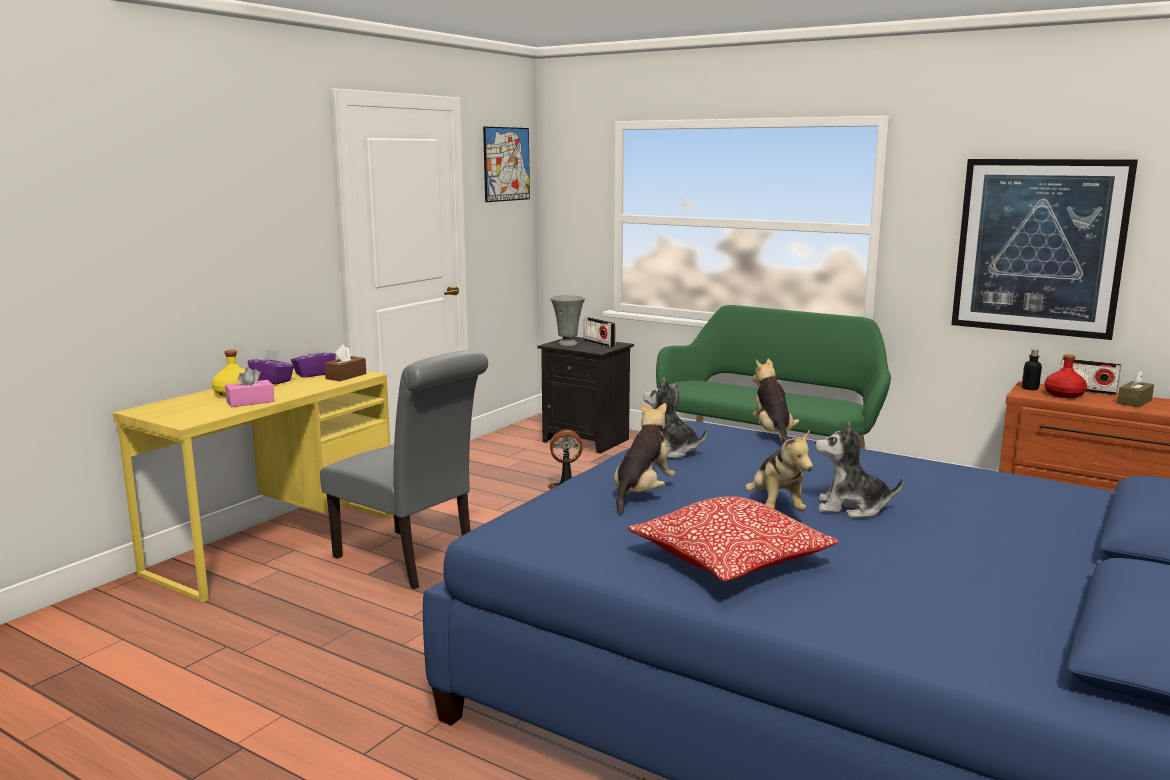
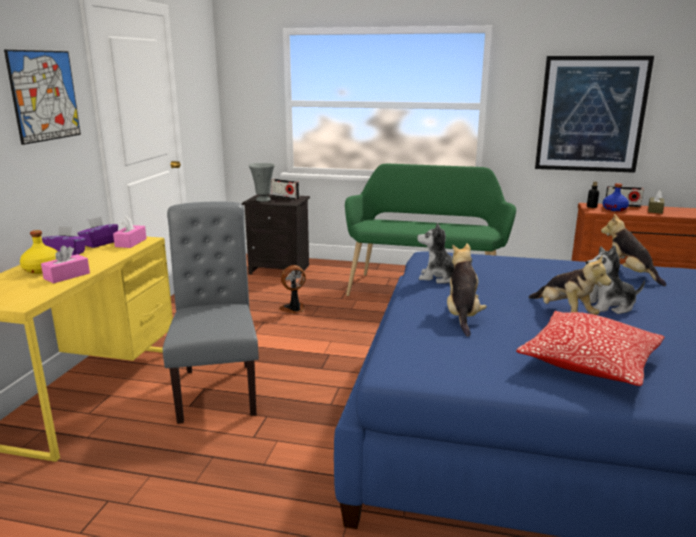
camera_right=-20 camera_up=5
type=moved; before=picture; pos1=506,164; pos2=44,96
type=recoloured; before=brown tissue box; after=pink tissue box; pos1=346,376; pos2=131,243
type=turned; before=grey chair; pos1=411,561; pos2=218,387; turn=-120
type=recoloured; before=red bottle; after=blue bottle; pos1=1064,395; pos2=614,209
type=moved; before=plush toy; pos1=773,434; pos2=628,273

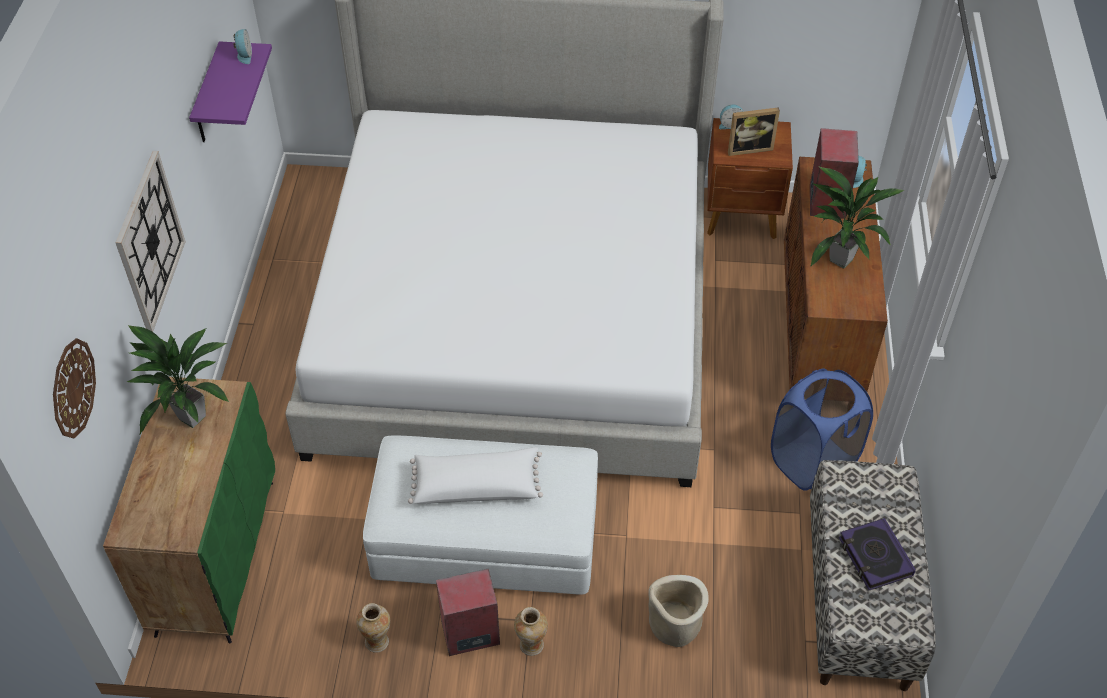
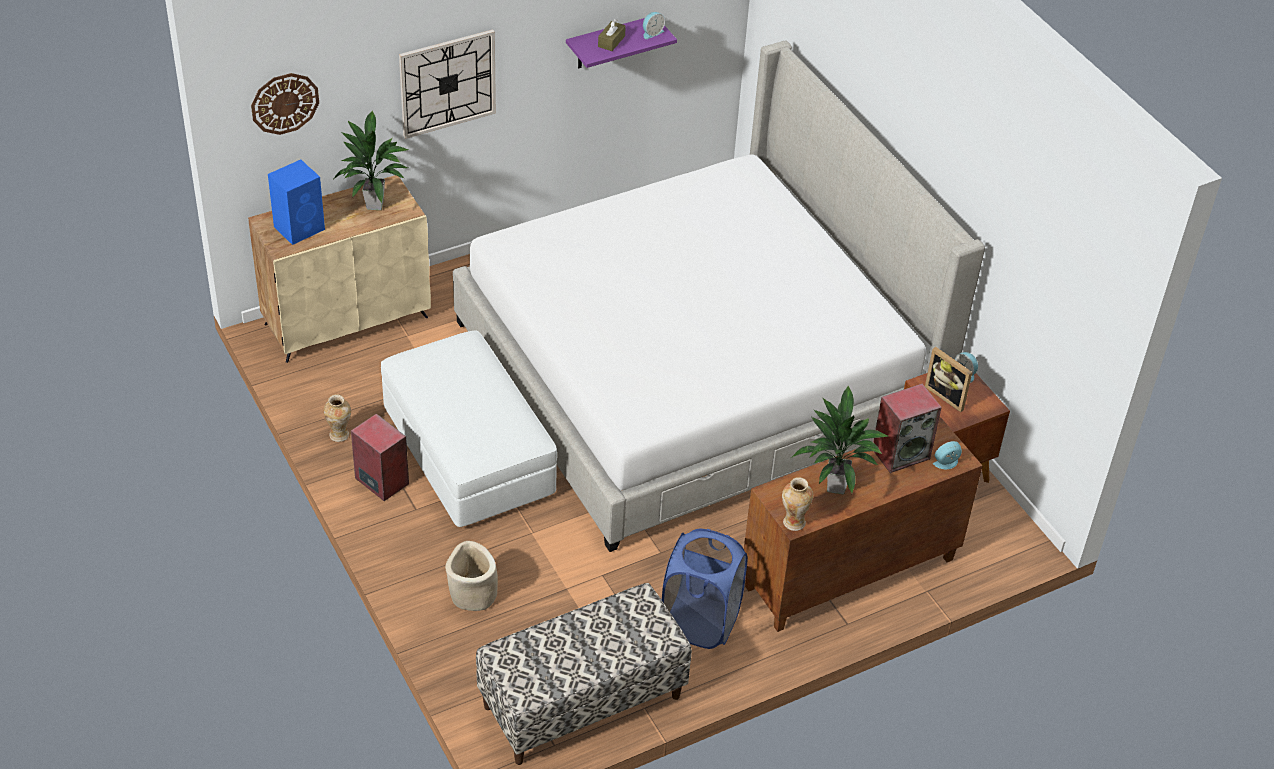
camera_right=55 camera_up=-5
type=recoloured; before=green cabinet; after=beige cabinet; pos1=215,555; pos2=347,320
type=removed; before=white pillow; pos1=476,485
type=removed; before=book; pos1=875,557
type=moved; before=vase; pos1=531,645; pos2=793,522
type=added; after=brown tissue box; pos2=611,41
type=added; after=blue speaker; pos2=300,227

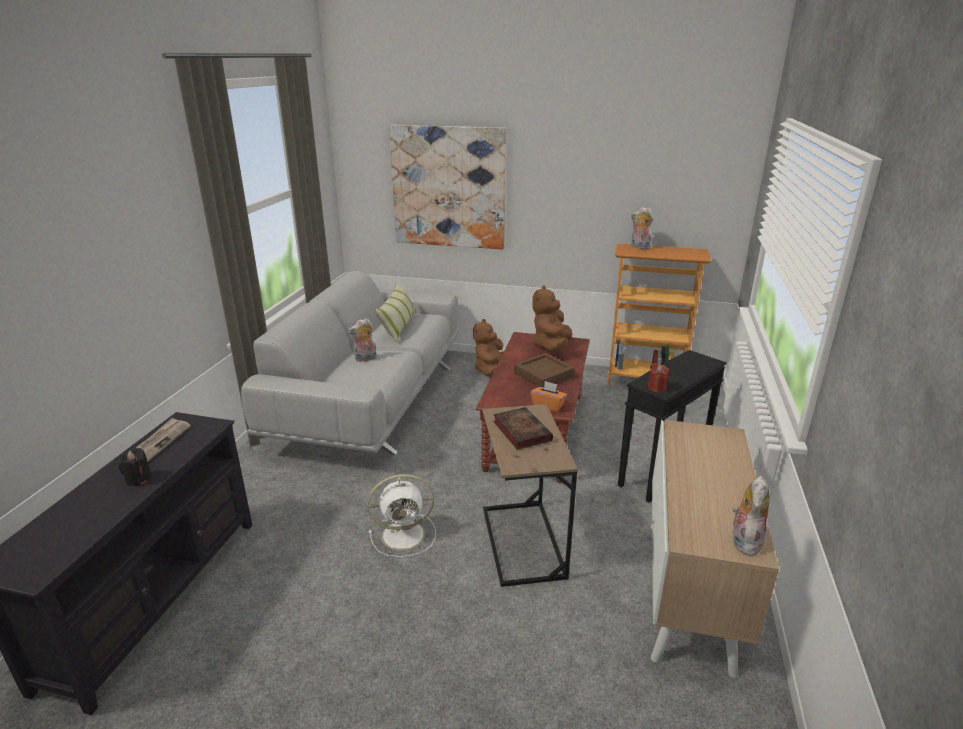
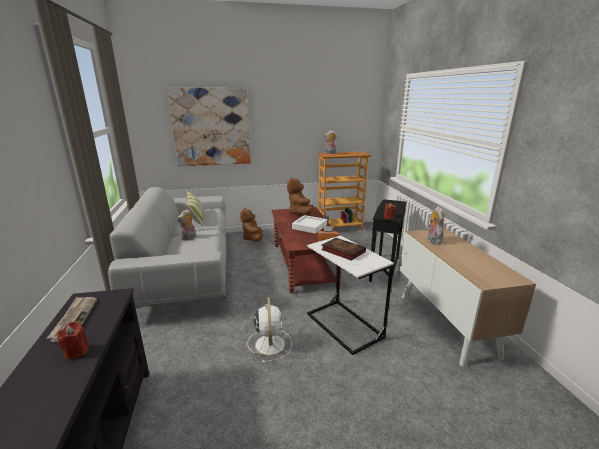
camera_right=-25 camera_up=-5
type=recoloured; before=brown tray; after=white tray; pos1=543,375; pos2=309,227
type=recoloured; before=brown side table; after=white side table; pos1=523,542; pos2=344,325
type=recoloured; before=black candle; after=red candle; pos1=138,479; pos2=76,351
type=turned; before=white fan; pos1=405,535; pos2=270,343; turn=-60
type=moved; before=plush toy; pos1=744,540; pos2=433,240

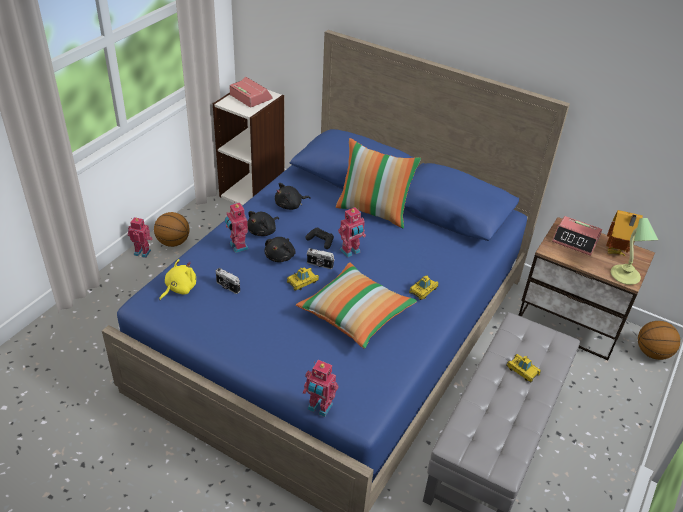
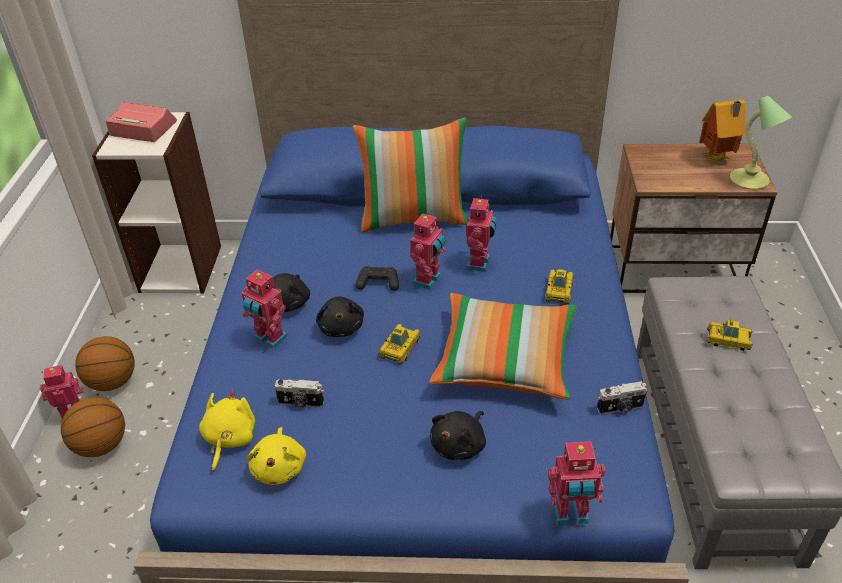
camera_right=-25 camera_up=0
type=moved; before=black plush toy; pos1=290,205; pos2=460,445
type=removed; before=alarm clock; pos1=575,240
type=moved; before=photo camera; pos1=319,265; pos2=620,408
type=moved; before=basketball; pos1=652,353; pos2=102,445
type=added; after=toy robot; pos2=480,263
type=added; after=yellow plush toy; pos2=279,467

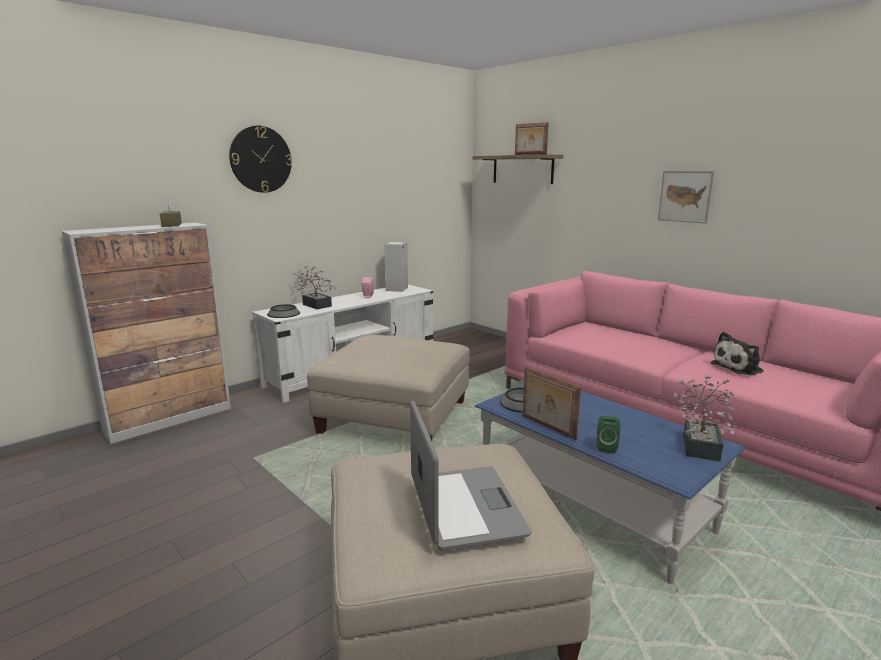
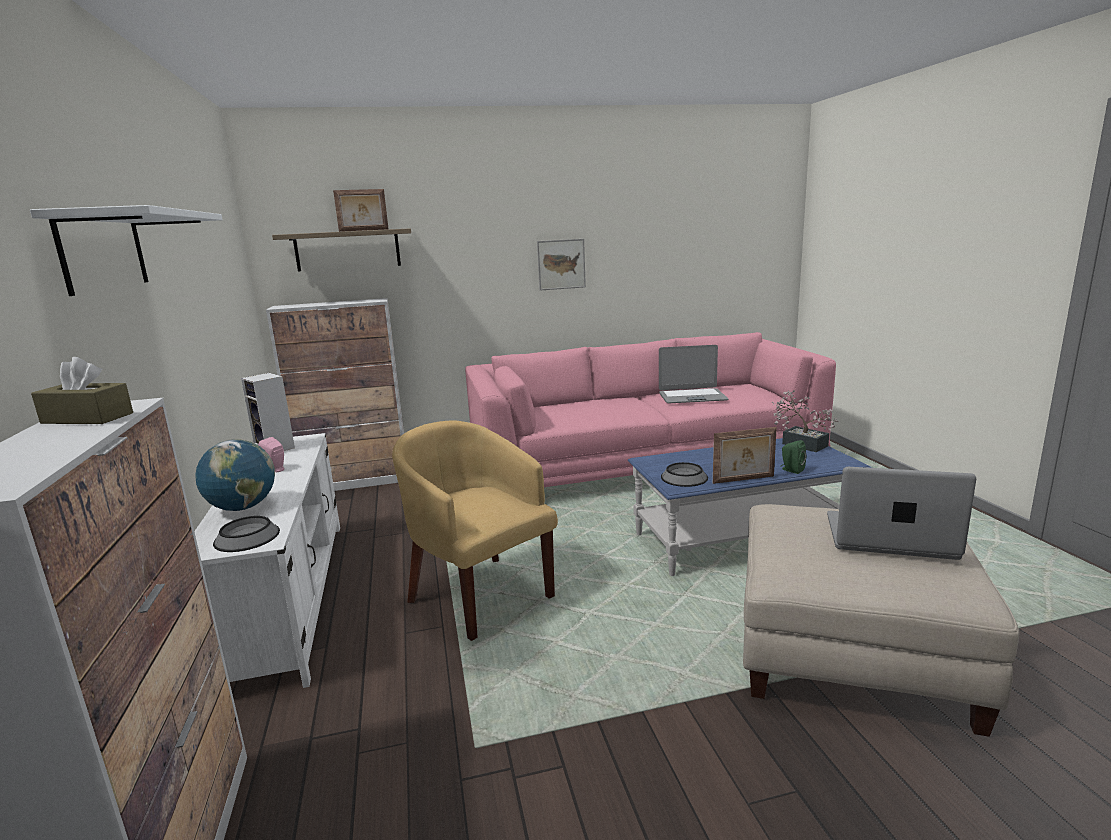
camera_right=-60 camera_up=0
type=replaced; before=wall clock; after=white shelf; pos1=260,159; pos2=103,251
type=replaced; before=potted plant; after=globe; pos1=315,304; pos2=242,508
type=replaced; before=plush toy; after=laptop; pos1=739,368; pos2=692,397
type=replaced; before=beige ottoman; after=yellow armchair; pos1=395,416; pos2=479,594
type=added; after=cabinet; pos2=356,482

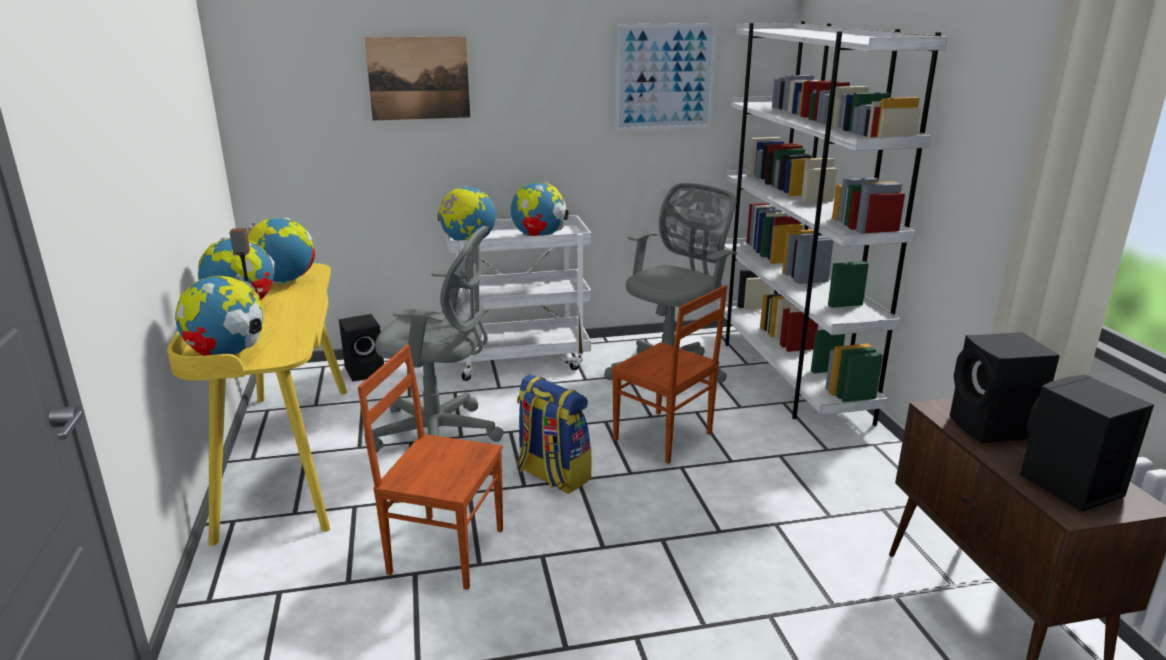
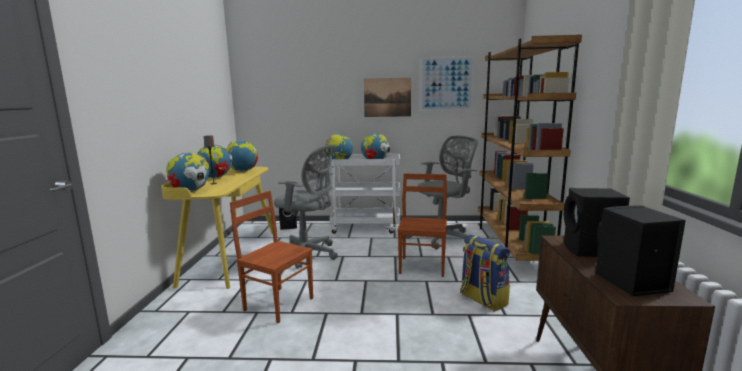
camera_right=15 camera_up=-10
type=recoloured; before=white bookcase; after=brown bookcase; pos1=788,375; pos2=510,245
type=moved; before=picture; pos1=419,78; pos2=387,97
type=turned; before=brown chair; pos1=663,437; pos2=423,266; turn=-135
type=moved; before=backpack; pos1=552,475; pos2=482,300

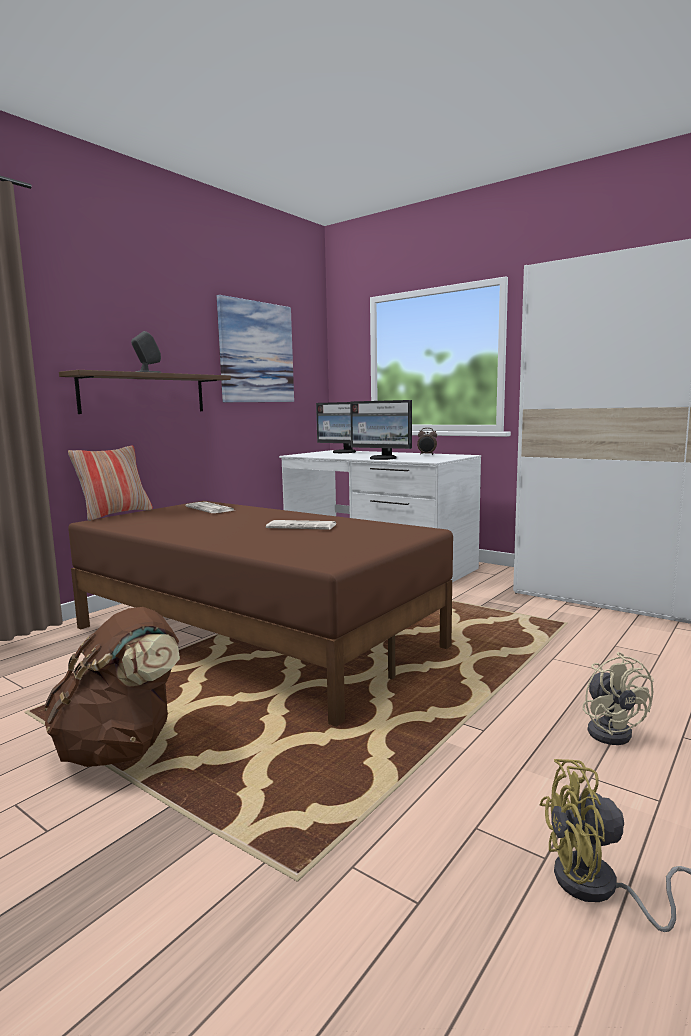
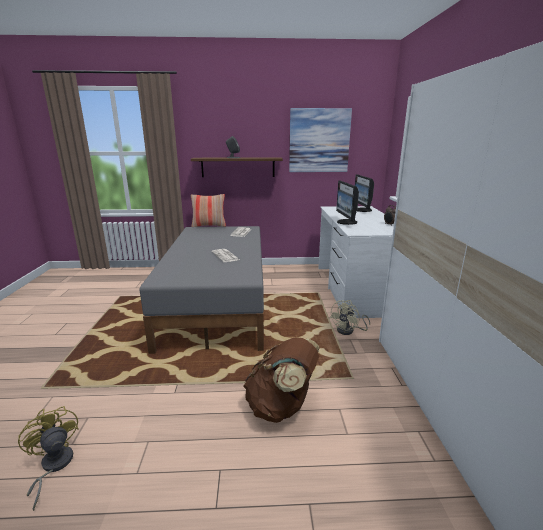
camera_right=50 camera_up=10
type=recoloured; before=brown bed; after=grey bed; pos1=254,636; pos2=218,301
type=moved; before=brown backpack; pos1=122,748; pos2=281,406
type=moved; before=beige fan; pos1=611,730; pos2=349,331

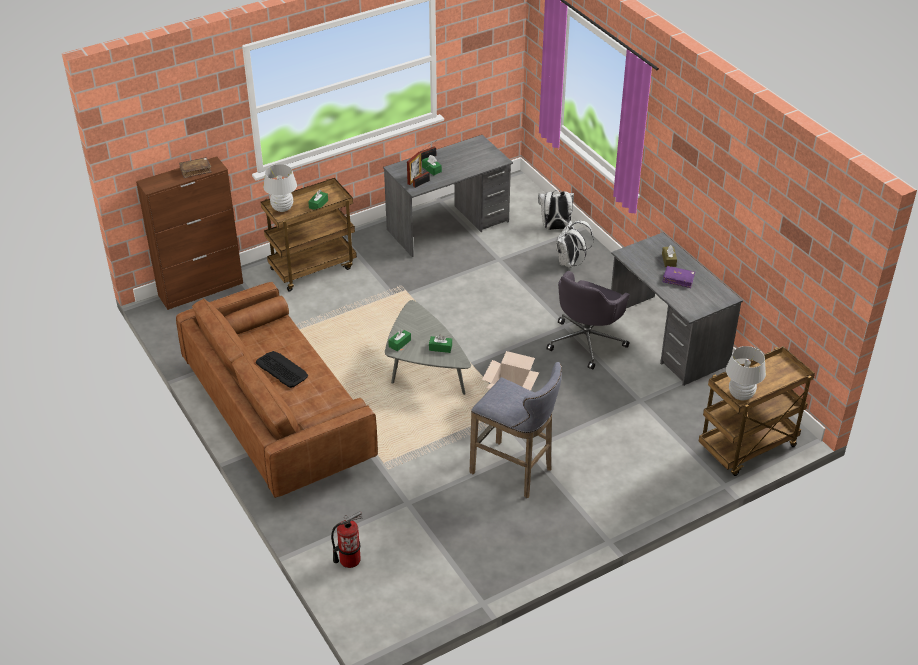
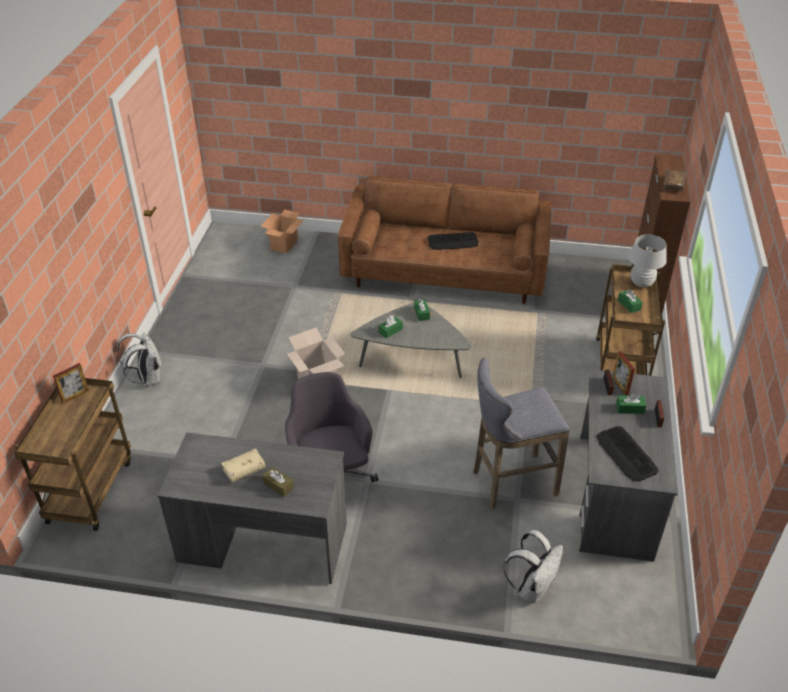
camera_right=130 camera_up=0
type=moved; before=white backpack; pos1=570,262; pos2=147,379
type=recoloured; before=purple book; after=beige book; pos1=678,279; pos2=244,469
type=replaced; before=white table lamp; after=picture frame; pos1=741,395; pos2=75,396
type=moved; before=grey stool; pos1=515,471; pos2=510,483
type=replaced; before=fire extinguisher; after=cardboard box; pos1=349,559; pos2=284,245
type=added; after=keyboard; pos2=626,454

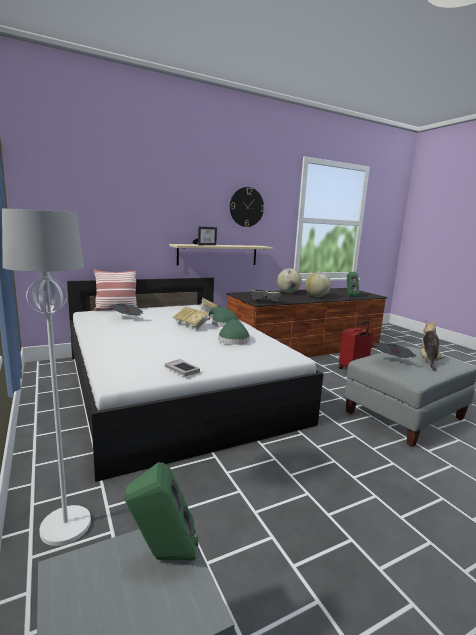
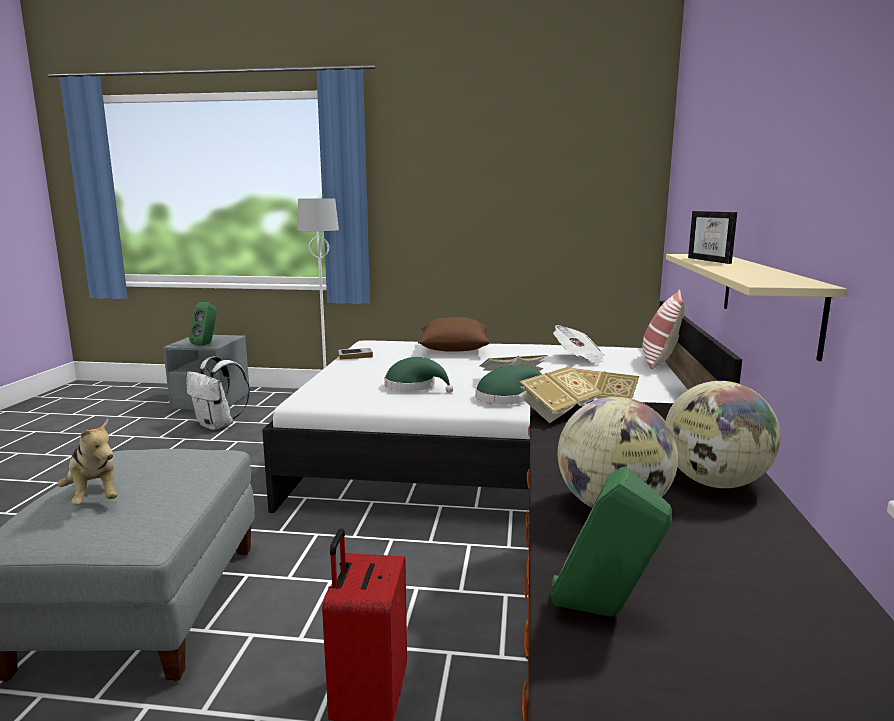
camera_right=125 camera_up=0
type=removed; before=wall clock; pos1=246,207
type=removed; before=newspaper; pos1=393,361
type=added; after=brown pillow; pos2=453,349
type=added; after=white backpack; pos2=218,425

